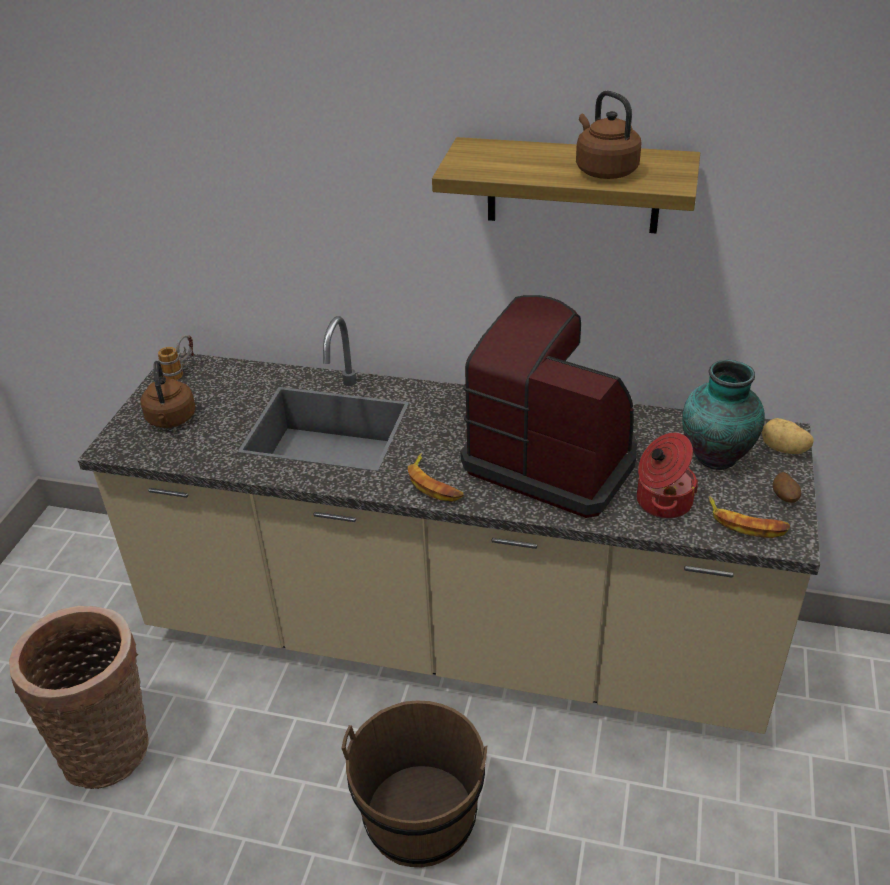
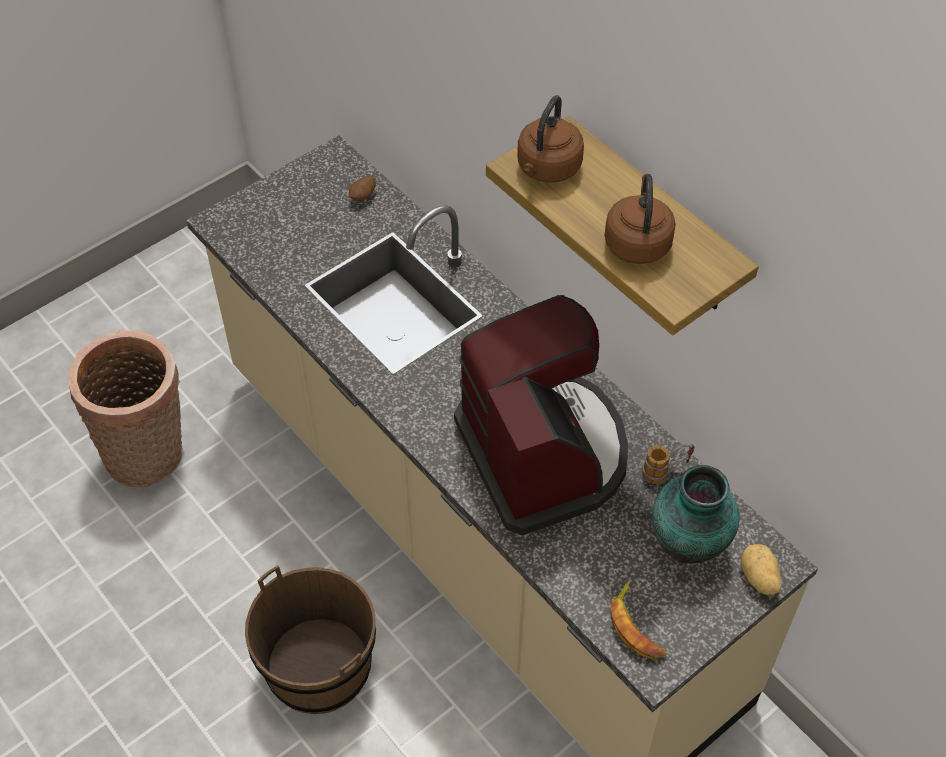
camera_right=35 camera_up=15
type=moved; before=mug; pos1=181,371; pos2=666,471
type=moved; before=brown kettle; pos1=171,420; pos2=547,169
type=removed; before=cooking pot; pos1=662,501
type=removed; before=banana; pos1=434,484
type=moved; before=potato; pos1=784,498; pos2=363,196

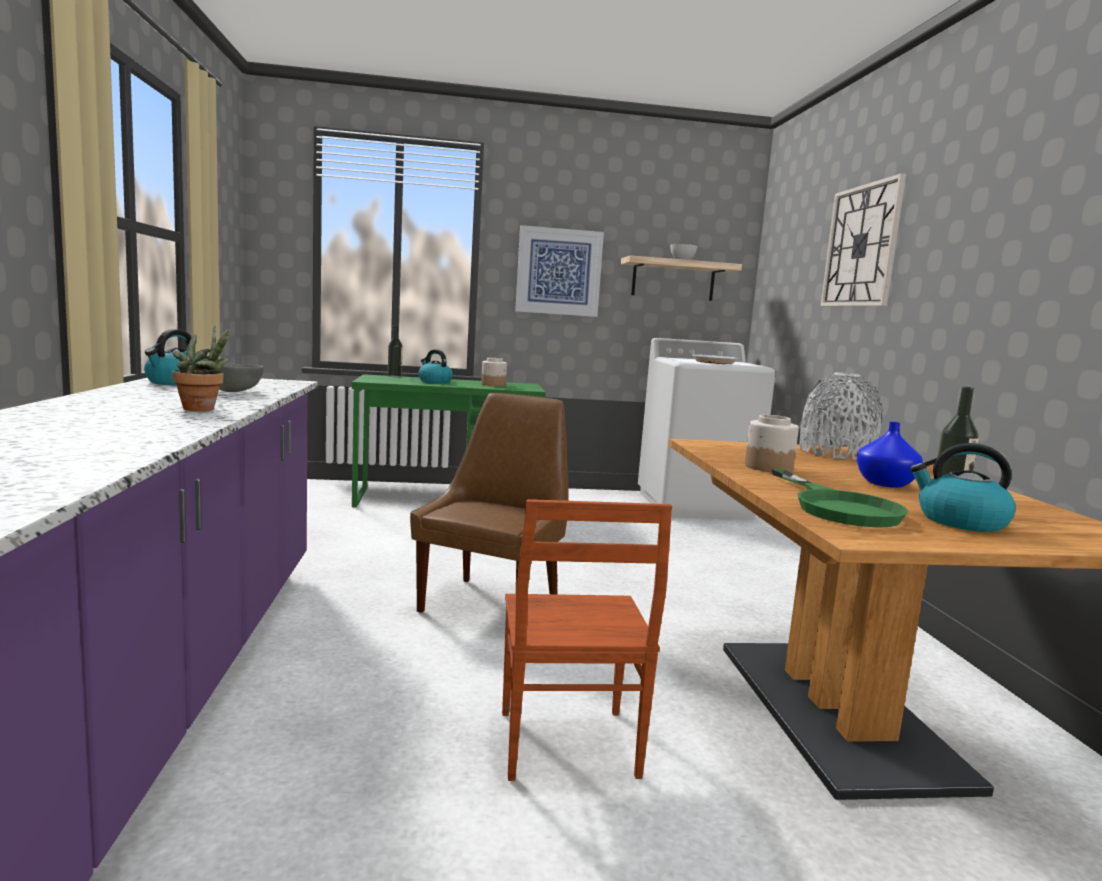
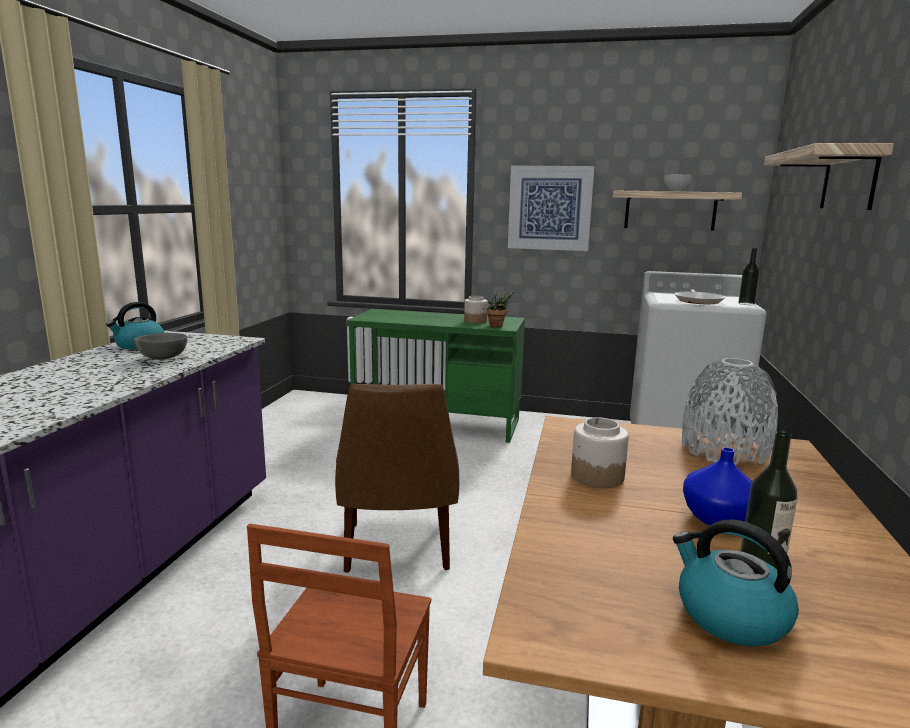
camera_right=20 camera_up=5
type=replaced; before=wall clock; after=shelf; pos1=861,246; pos2=849,180
type=moved; before=bottle; pos1=394,376; pos2=746,304
type=moved; before=potted plant; pos1=203,409; pos2=498,325
type=removed; before=kettle; pos1=434,381
type=turned; before=brown chair; pos1=492,604; pos2=397,549; turn=135
type=removed; before=green frying pan; pos1=838,507

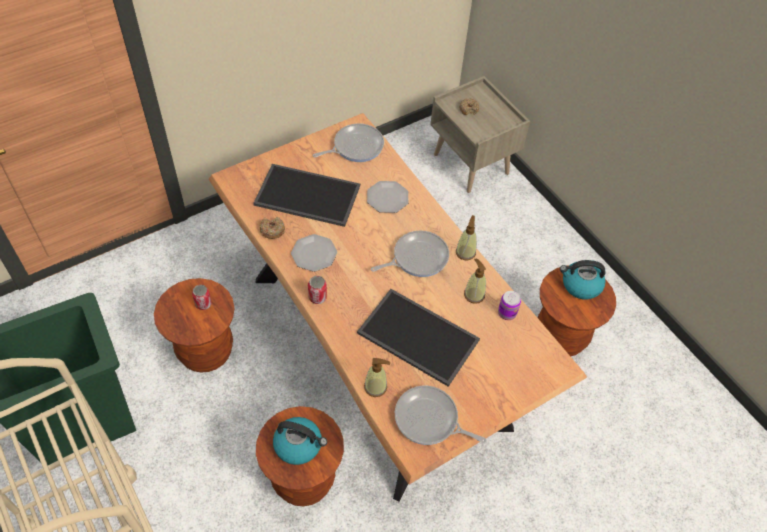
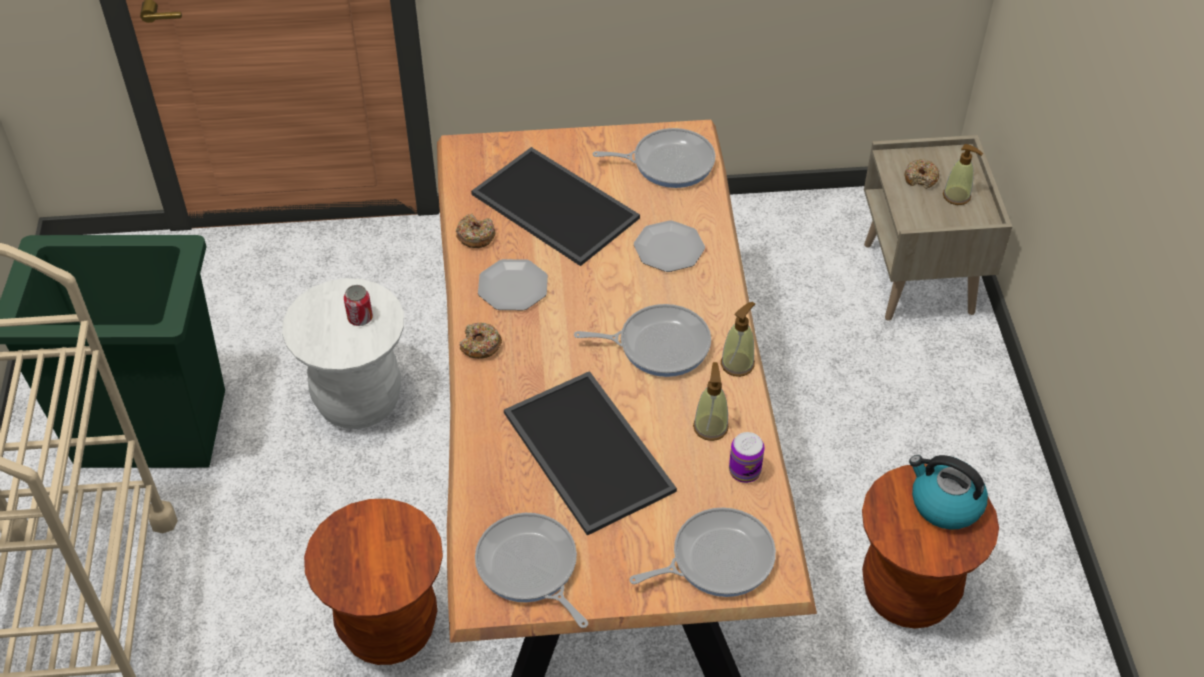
camera_right=30 camera_up=-5
type=replaced; before=can; after=donut; pos1=317,297; pos2=480,345
type=recoloured; before=brown stool; after=white stool; pos1=205,351; pos2=358,401
type=moved; before=soap dispenser; pos1=375,387; pos2=957,196
type=removed; before=kettle; pos1=299,445
type=added; after=frying pan; pos2=716,559

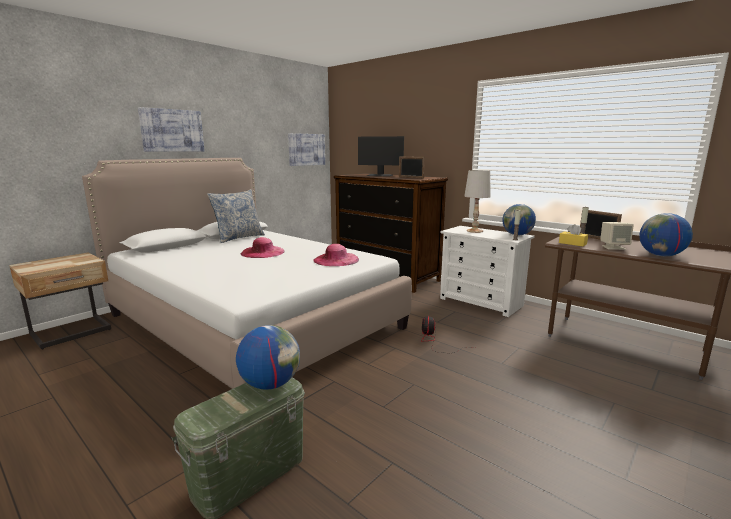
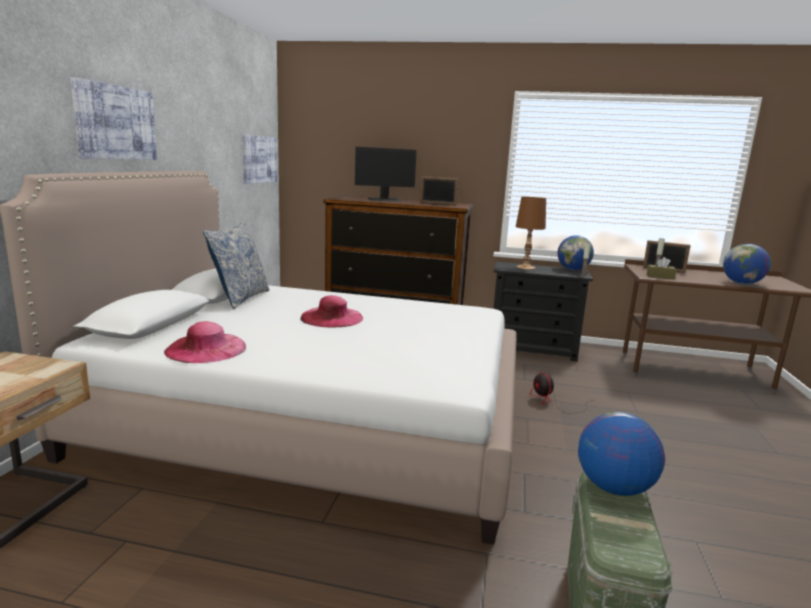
camera_right=-30 camera_up=0
type=recoloured; before=white table lamp; after=brown table lamp; pos1=475,231; pos2=526,267
type=removed; before=beige speaker; pos1=613,247
type=recoloured; before=yellow tissue box; after=brown tissue box; pos1=572,243; pos2=660,276
type=recoloured; before=white dresser; after=black dresser; pos1=481,302; pos2=532,349
type=moved; before=pink hat; pos1=336,260; pos2=206,348

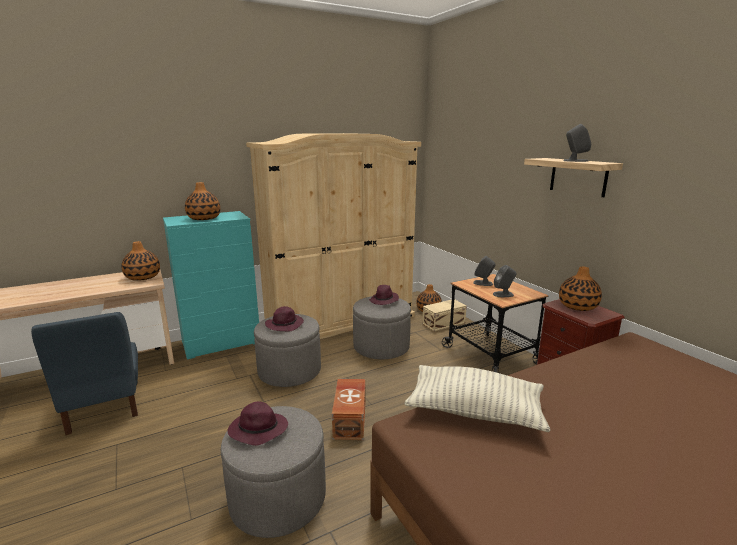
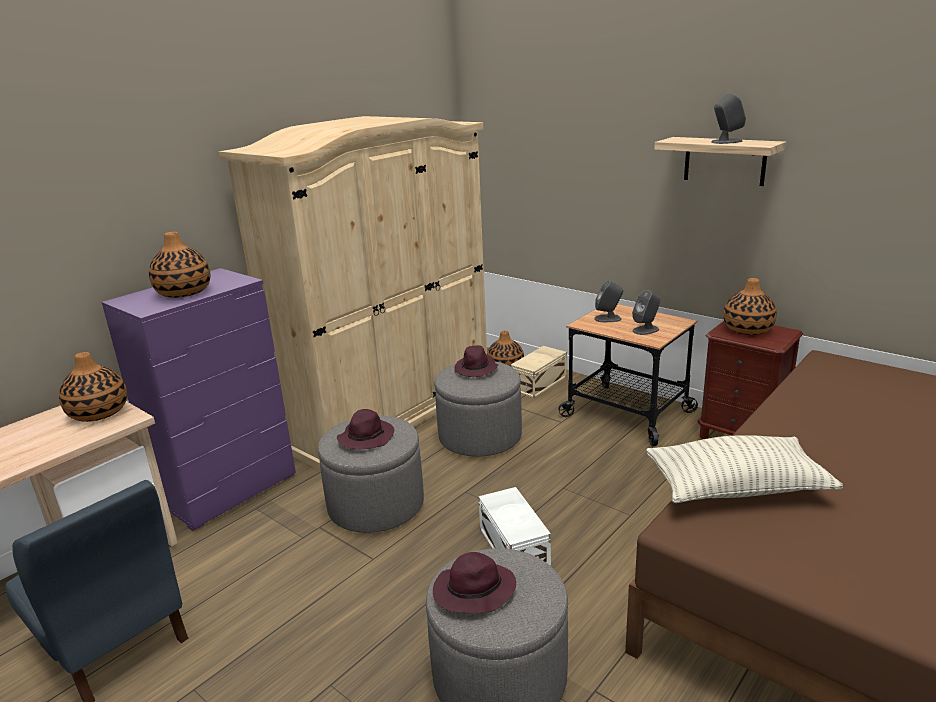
camera_right=-20 camera_up=5
type=recoloured; before=turquoise dresser; after=purple dresser; pos1=222,342; pos2=229,489
type=recoloured; before=brown storage box; after=white storage box; pos1=351,419; pos2=514,547

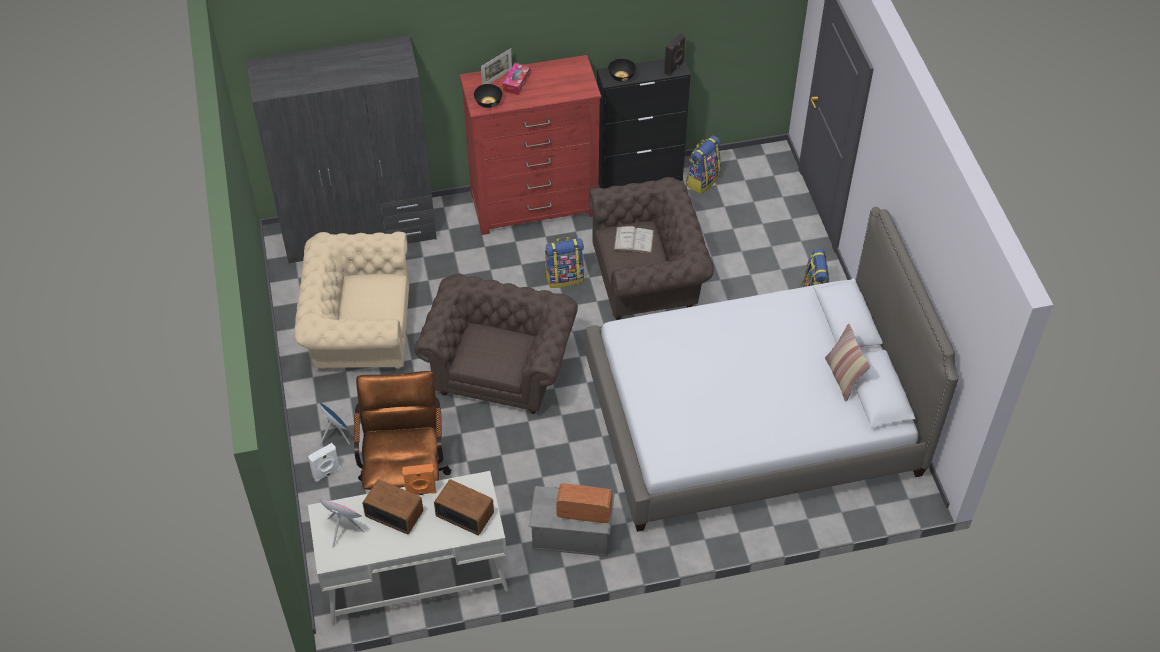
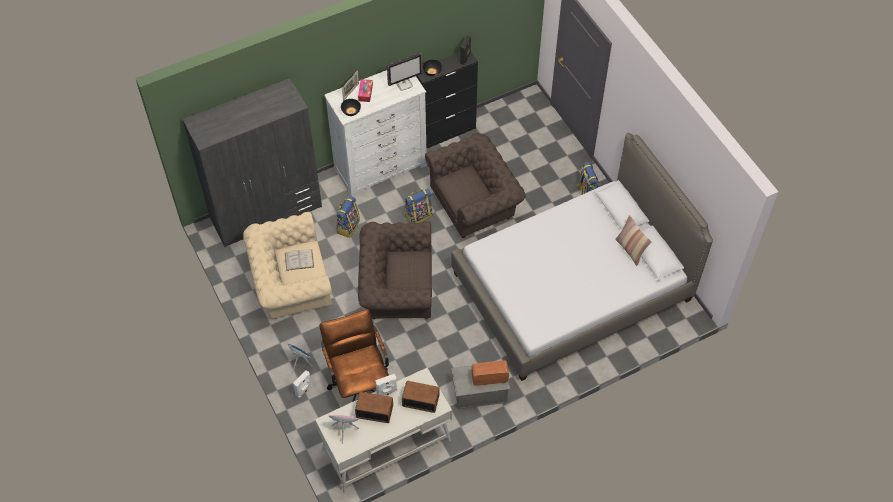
camera_right=-15 camera_up=5
type=recoloured; before=red dresser; after=white dresser; pos1=534,204; pos2=381,167
type=moved; before=backpack; pos1=702,180; pos2=348,226
type=moved; before=white book; pos1=634,240; pos2=299,260
type=turned; before=brown armchair; pos1=501,368; pos2=396,290; turn=-90
type=recoloured; before=orange speaker; after=white speaker; pos1=421,492; pos2=387,392
type=added; after=monitor; pos2=404,84

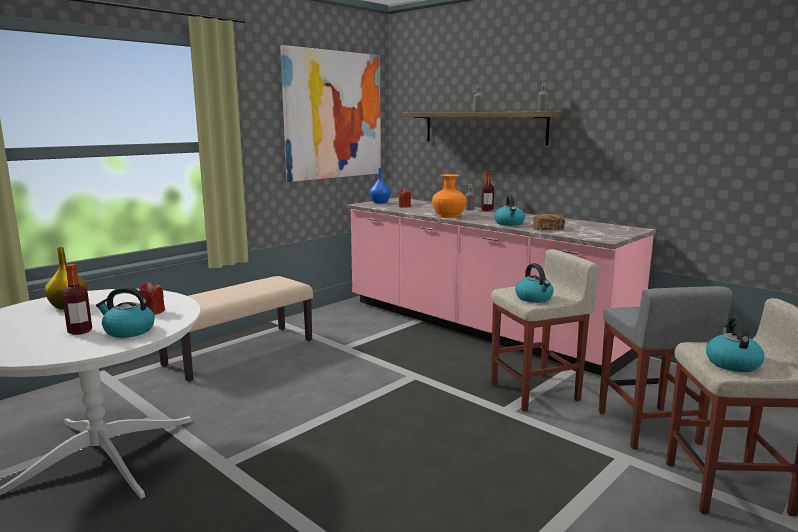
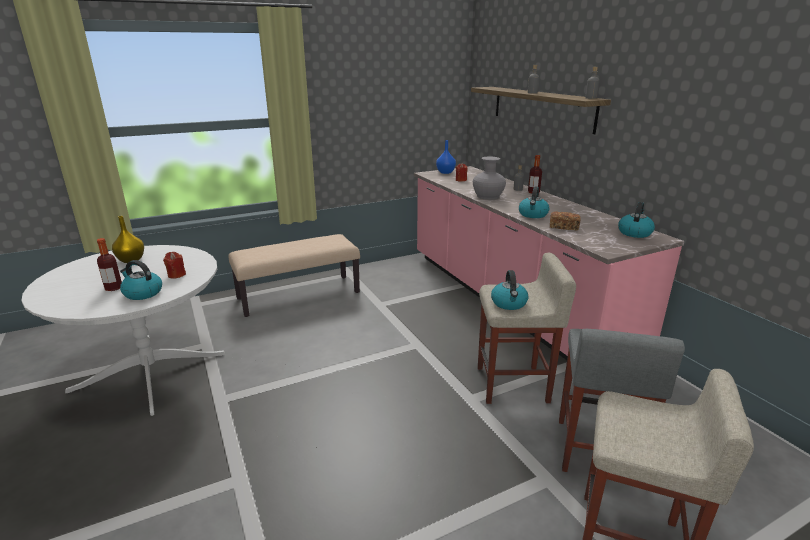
camera_right=20 camera_up=10
type=removed; before=picture; pos1=333,115
type=recoloured; before=orange vase; after=grey vase; pos1=449,215; pos2=488,196
type=moved; before=kettle; pos1=732,363; pos2=634,233

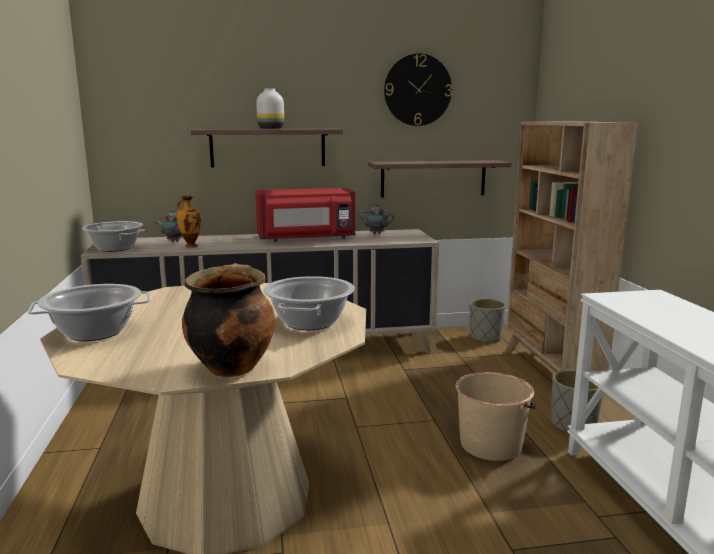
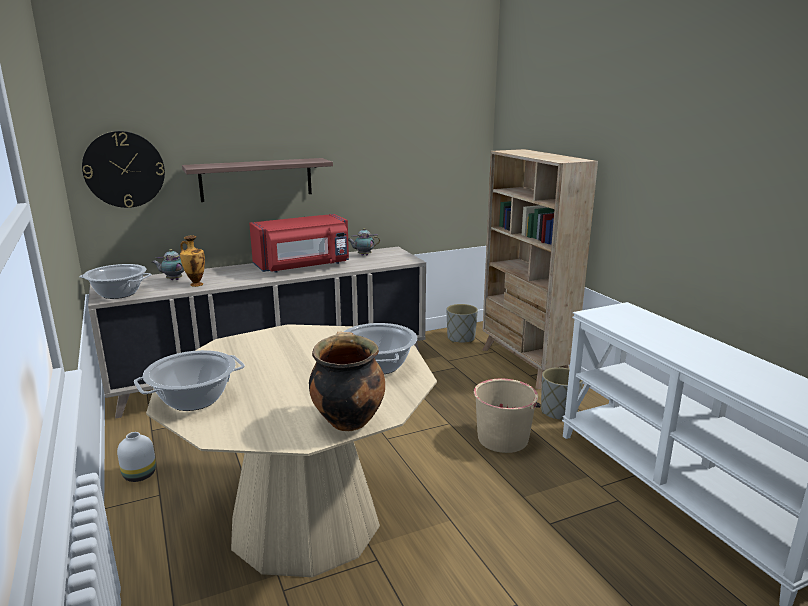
camera_right=-15 camera_up=5
type=moved; before=wall clock; pos1=417,90; pos2=124,169
type=moved; before=white vase; pos1=271,128; pos2=140,475
type=removed; before=shelf; pos1=433,178

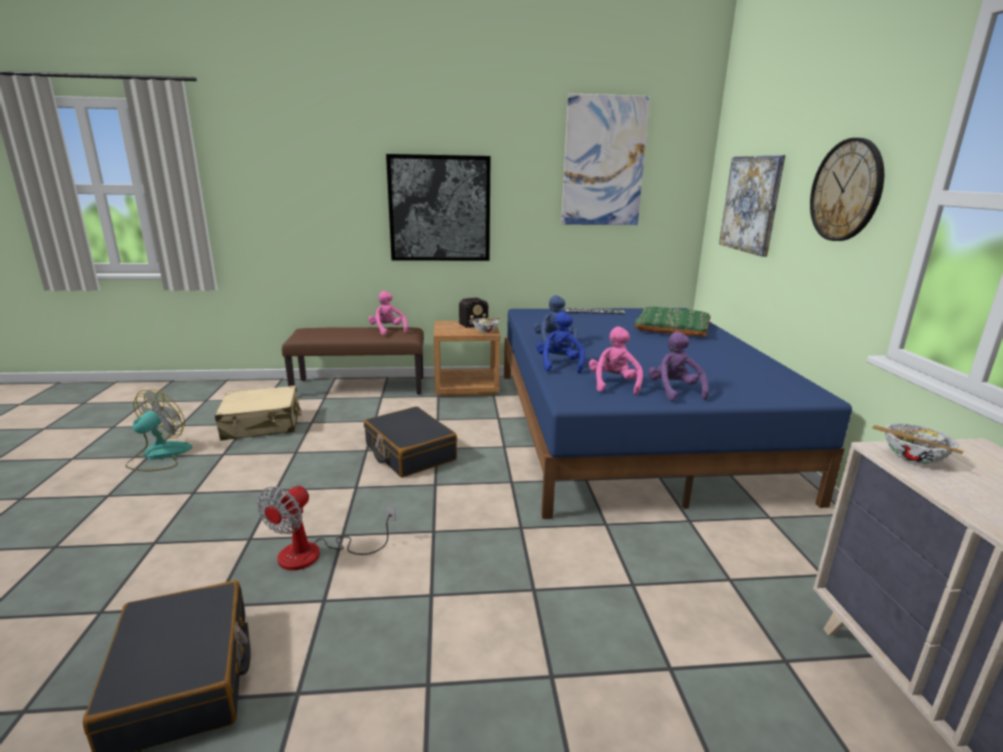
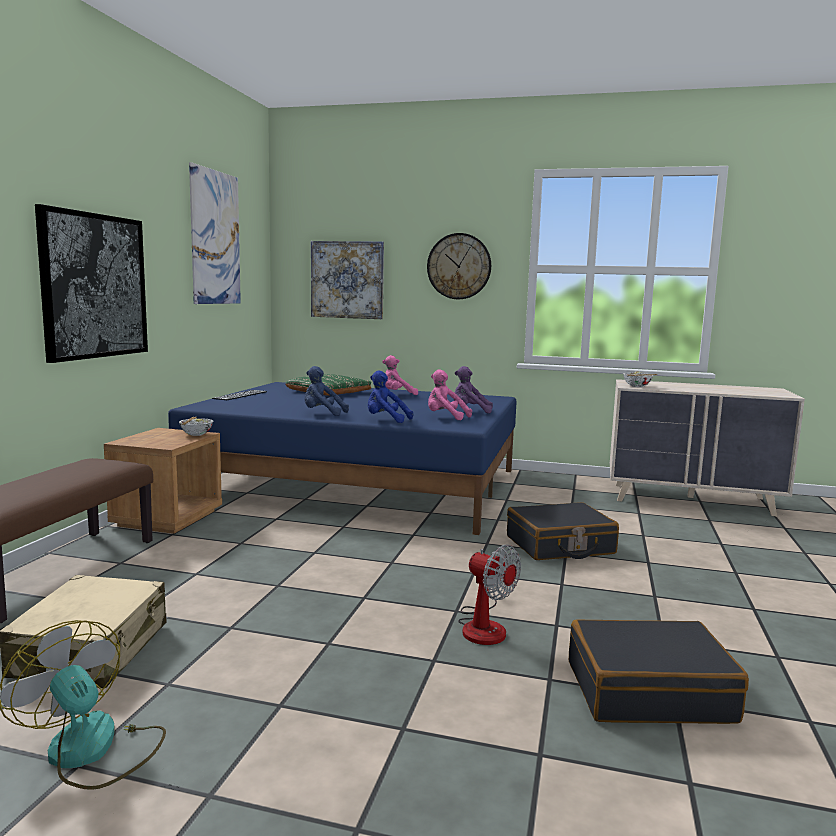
camera_right=-70 camera_up=-10
type=moved; before=pink plush toy; pos1=388,330; pos2=397,395
type=removed; before=radio; pos1=464,325
type=moved; before=black suitcase; pos1=409,453; pos2=560,545

